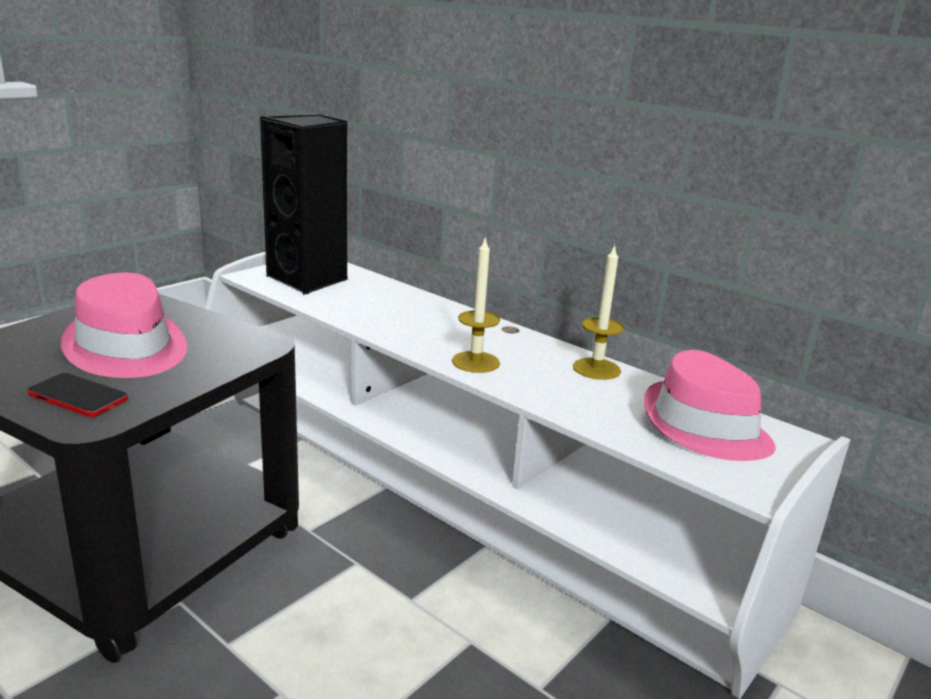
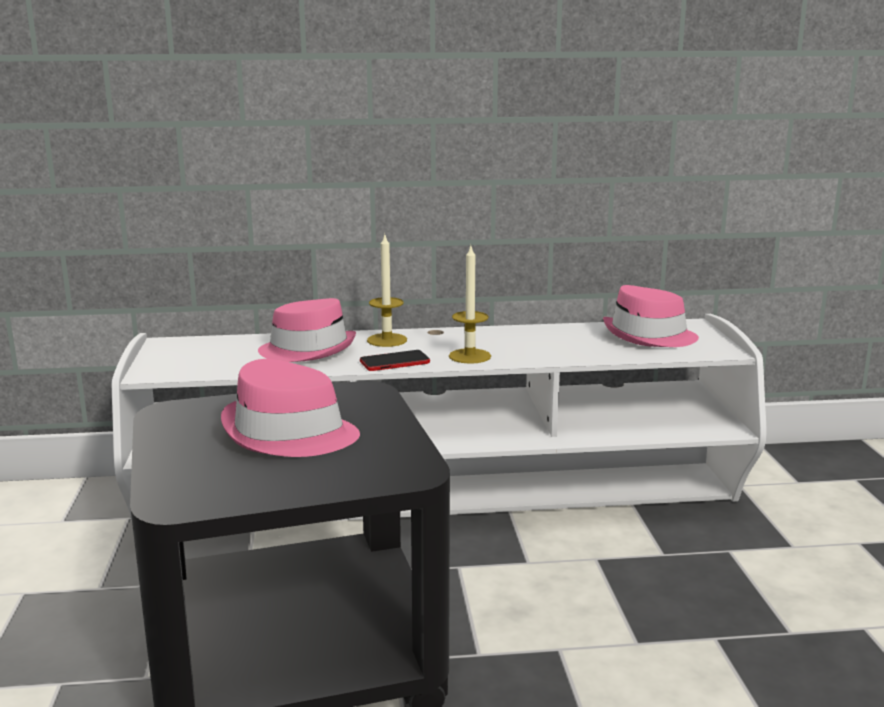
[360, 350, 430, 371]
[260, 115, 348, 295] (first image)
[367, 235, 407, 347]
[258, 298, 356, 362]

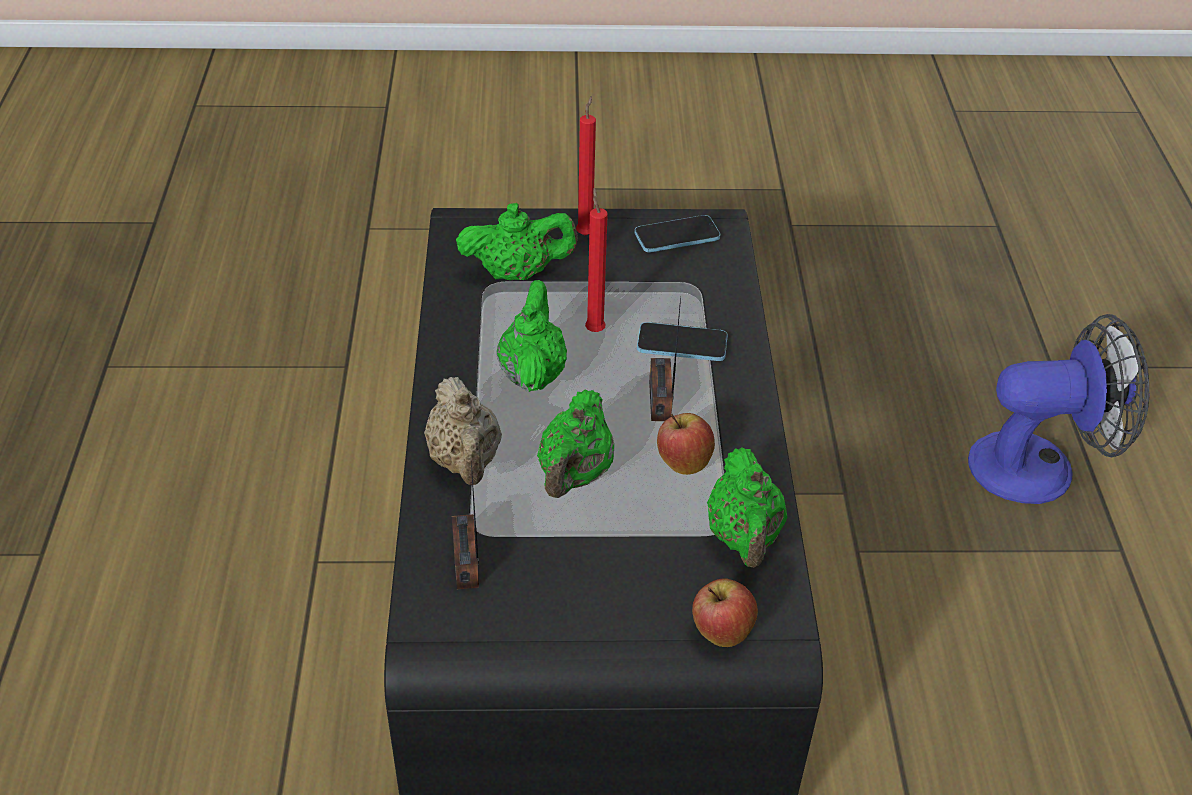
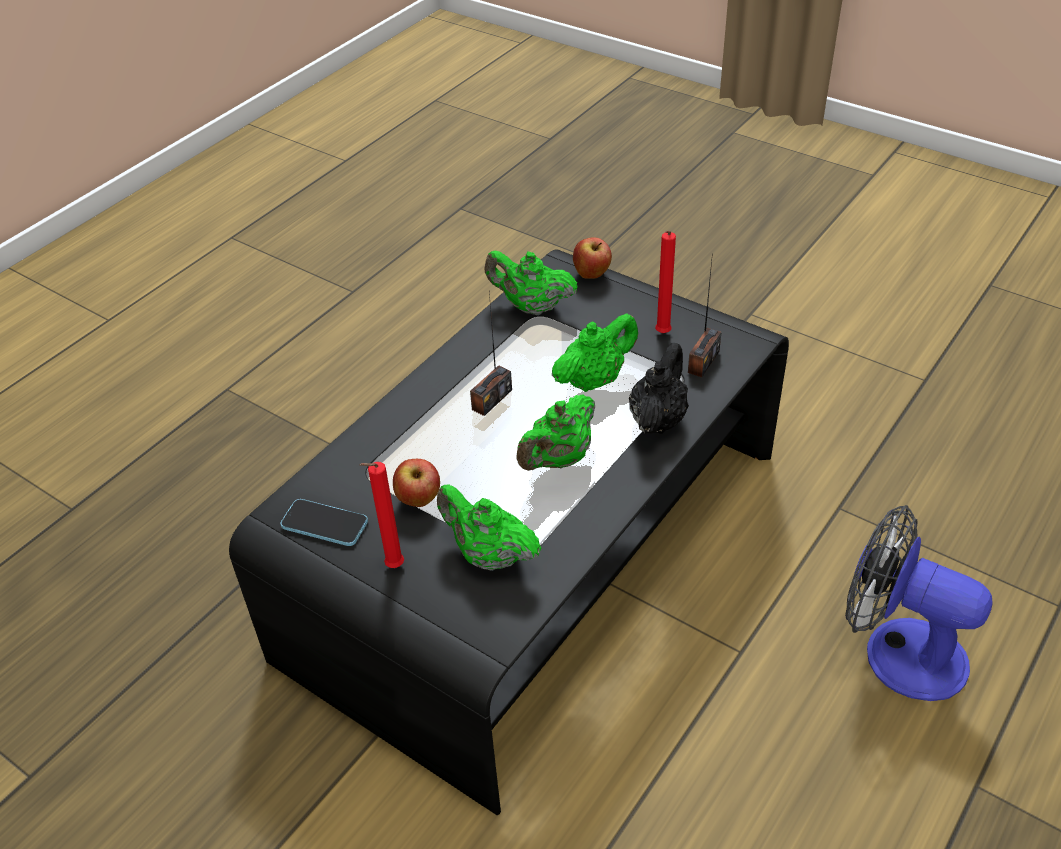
[629, 343, 689, 434]
[655, 231, 676, 333]
[637, 322, 728, 361] (first image)
[393, 459, 440, 507]
[484, 251, 578, 315]
[845, 505, 993, 701]

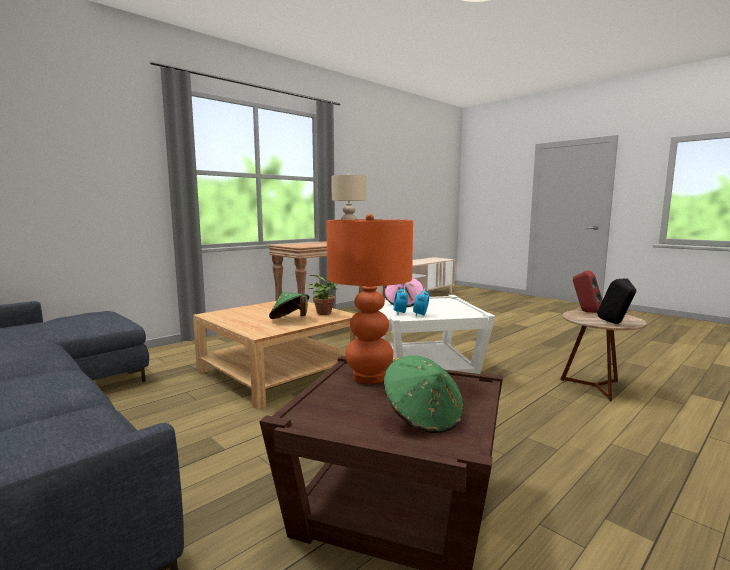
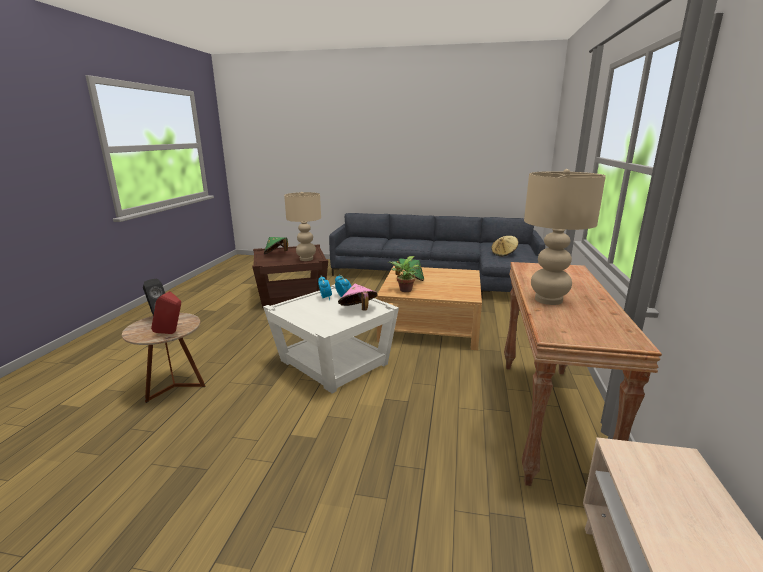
[284, 192, 321, 261]
[491, 236, 519, 256]

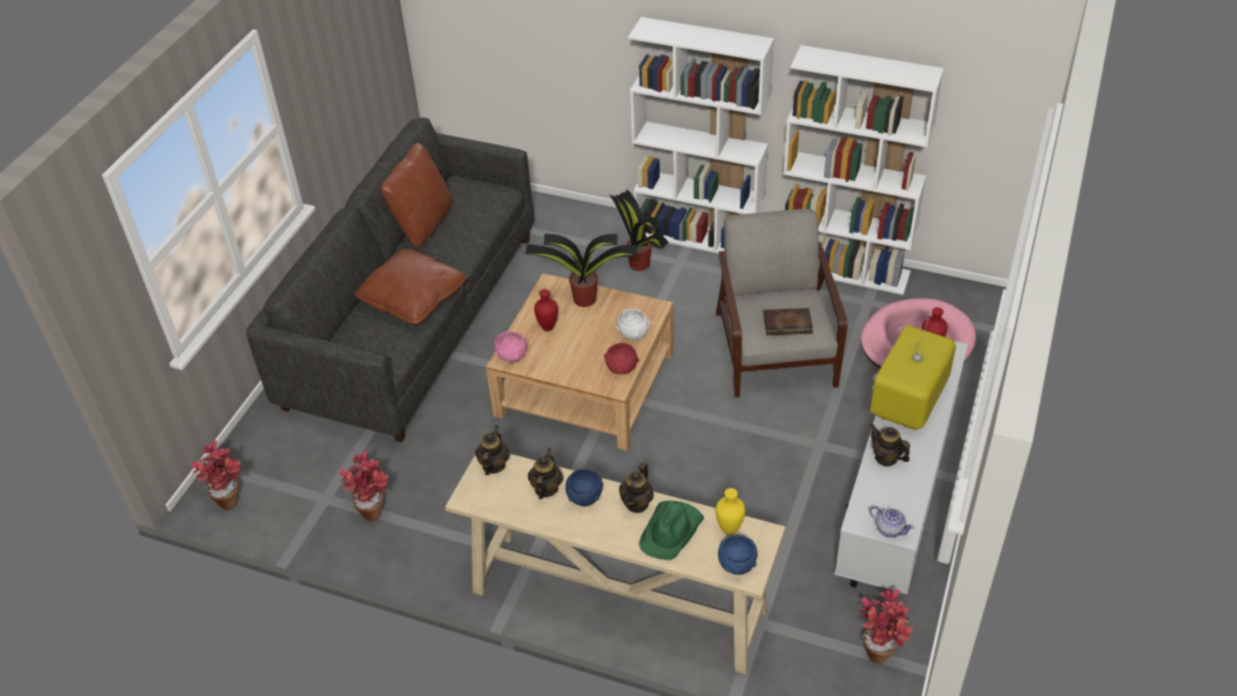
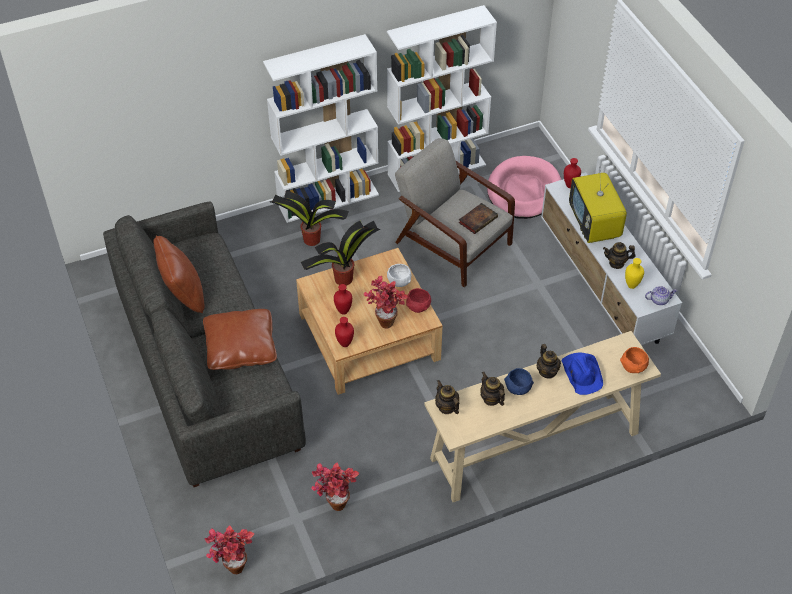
[335, 317, 354, 347]
[562, 353, 603, 395]
[625, 258, 644, 289]
[620, 347, 649, 373]
[364, 276, 408, 329]

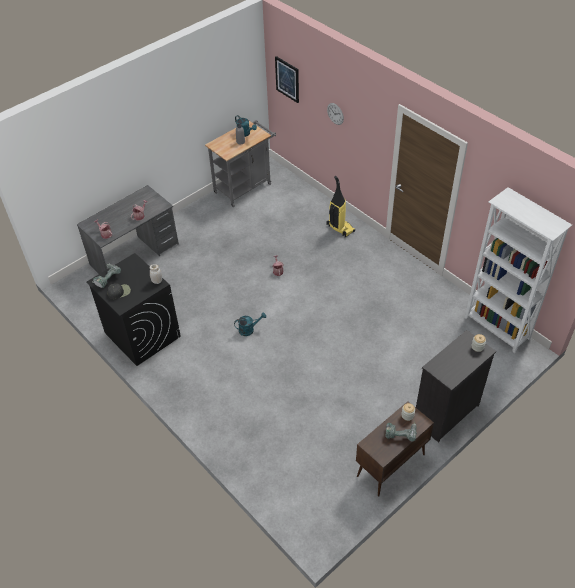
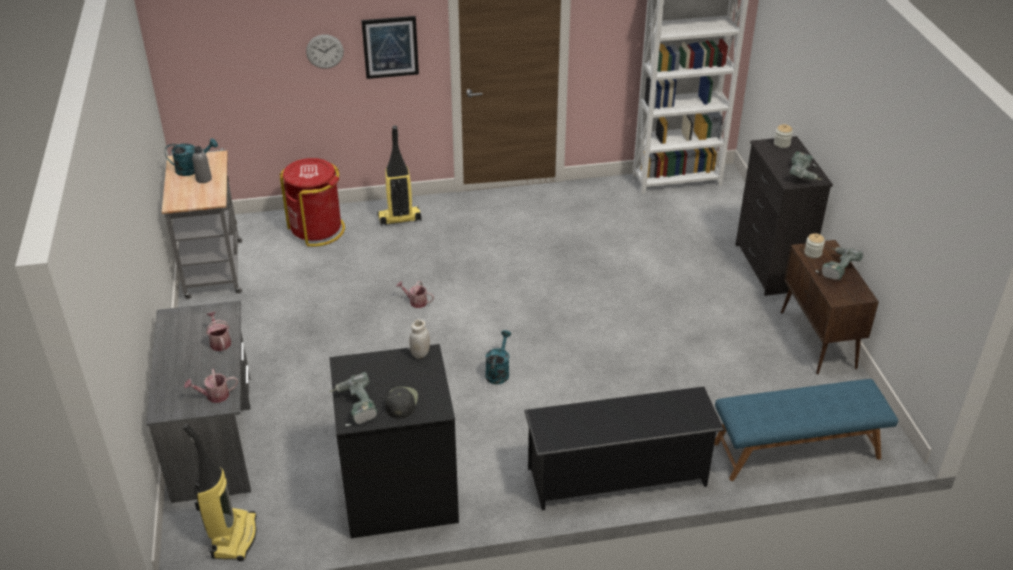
[361, 16, 419, 79]
[183, 423, 257, 561]
[280, 158, 345, 247]
[524, 386, 724, 510]
[714, 379, 898, 481]
[789, 152, 822, 180]

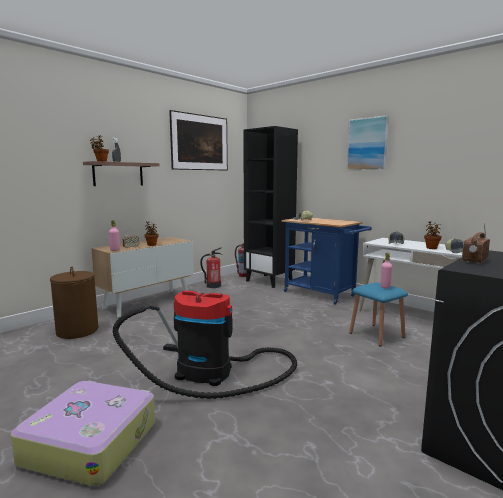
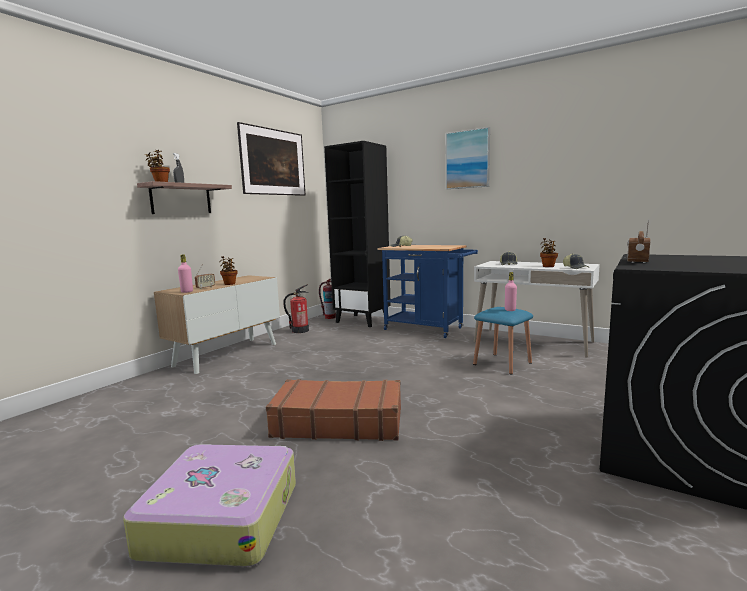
[50, 267, 98, 339] (first image)
[266, 379, 401, 441]

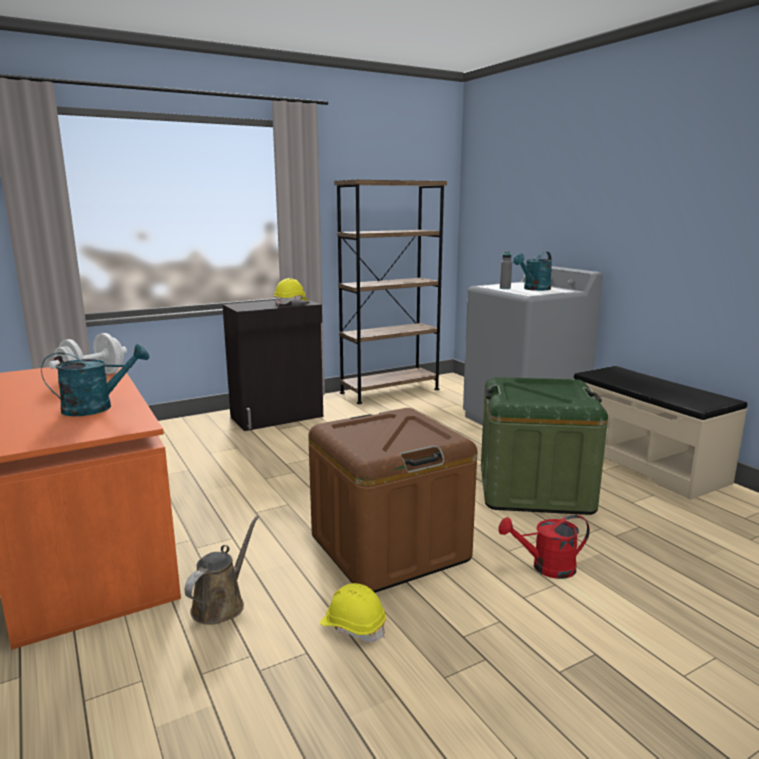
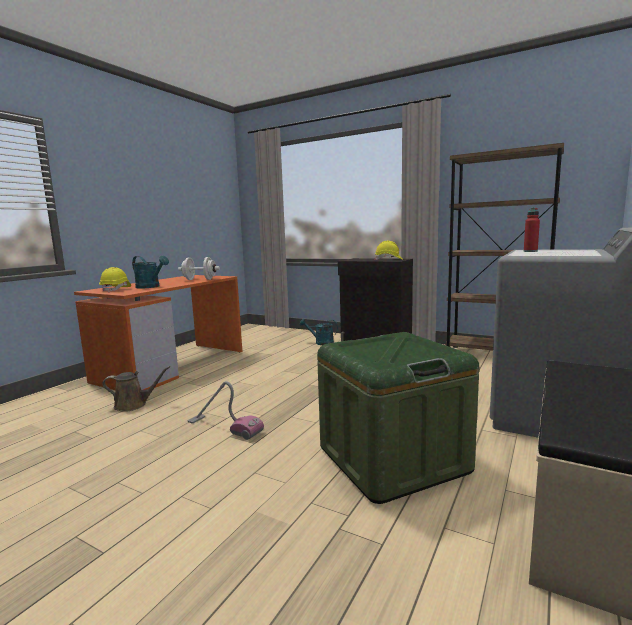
[188, 381, 264, 440]
[99, 267, 131, 292]
[499, 515, 590, 579] (first image)
[524, 208, 540, 252]
[300, 319, 338, 345]

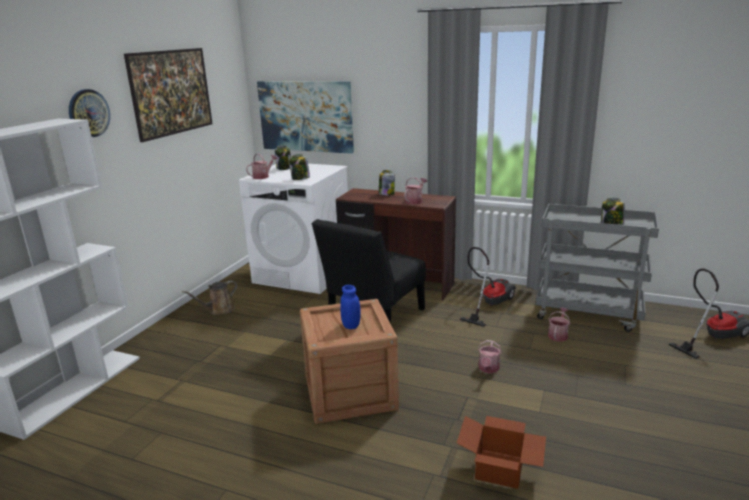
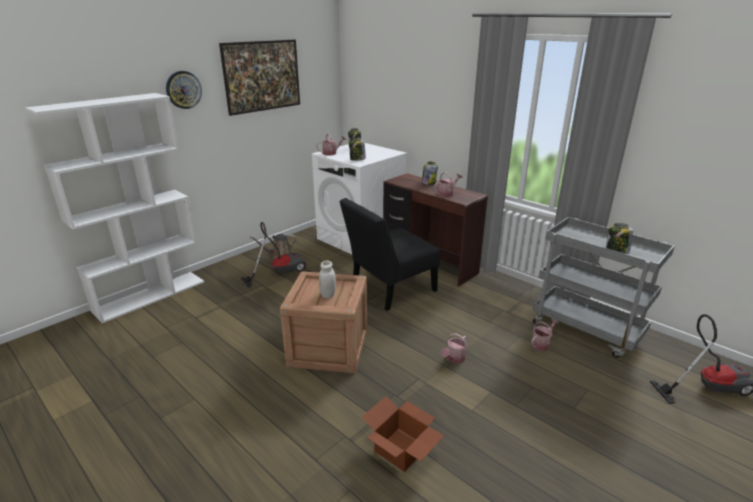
[257, 81, 354, 154] (first image)
[319, 261, 336, 298]
[241, 222, 306, 288]

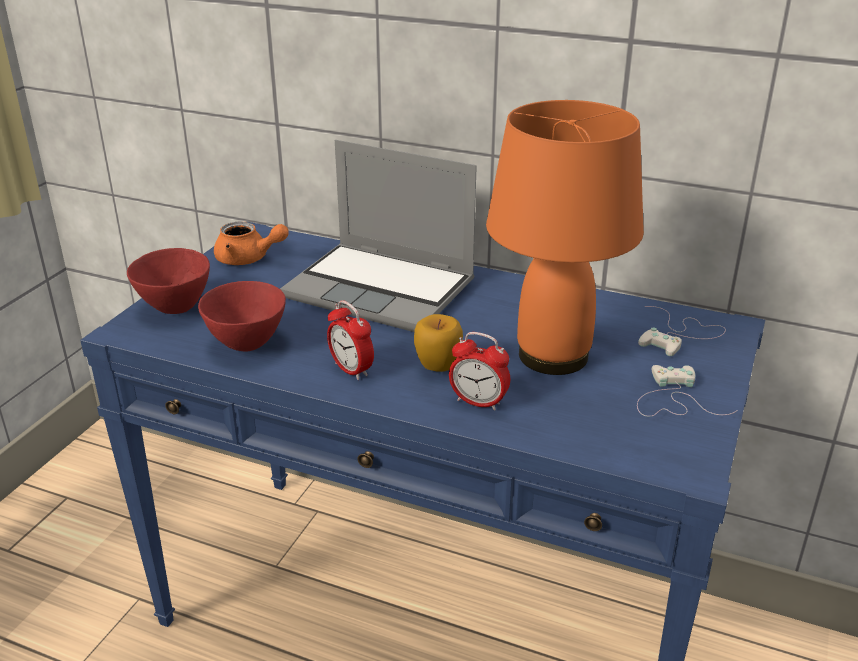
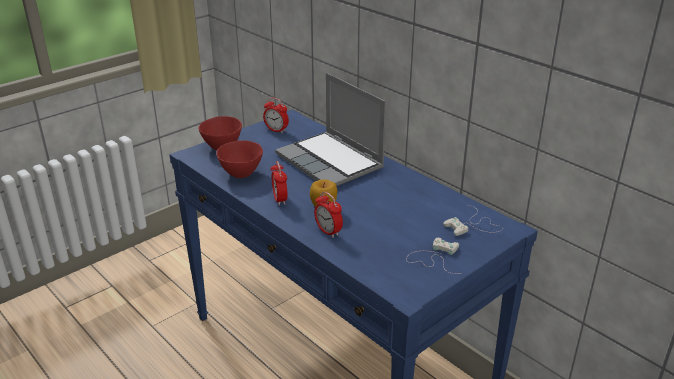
[263, 97, 289, 133]
[486, 100, 644, 375] (first image)

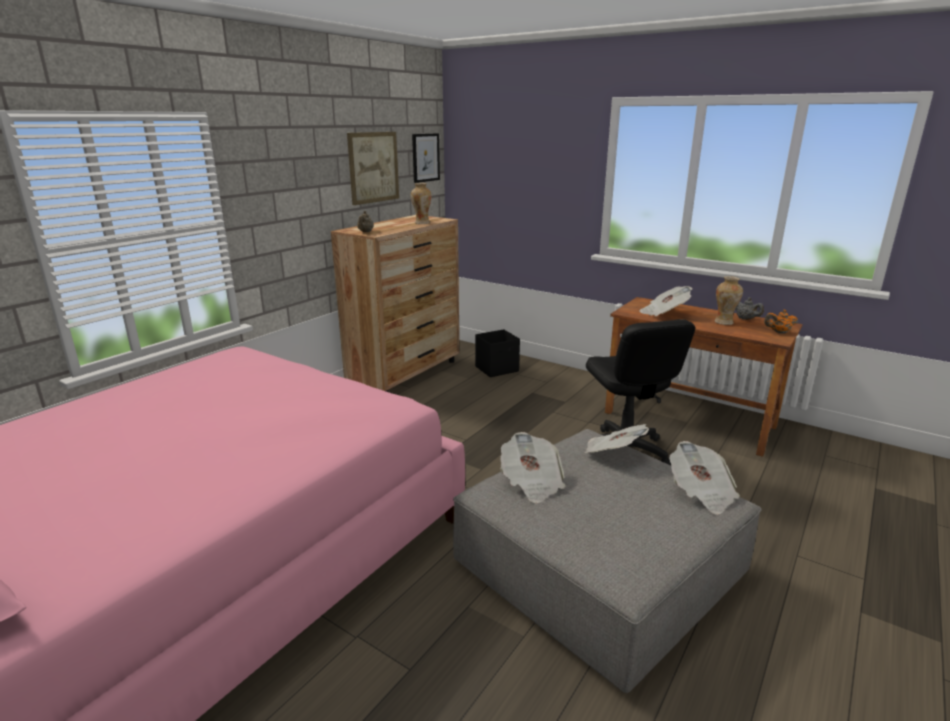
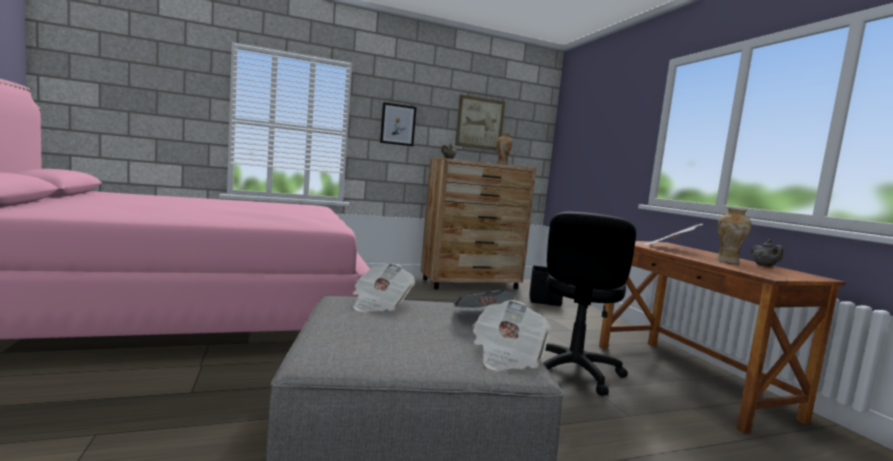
[380, 102, 417, 146]
[764, 310, 798, 334] (first image)

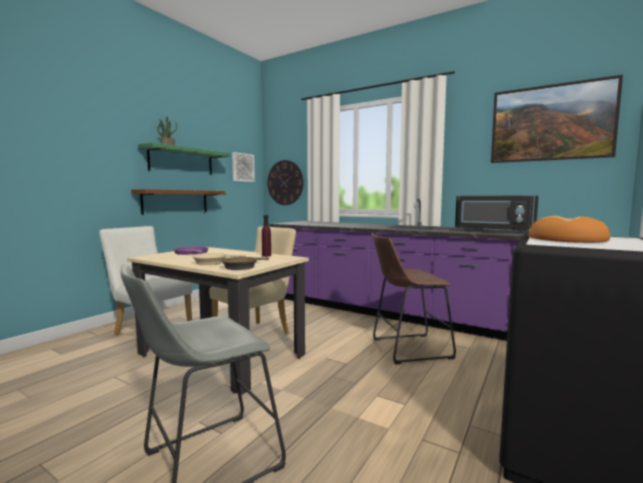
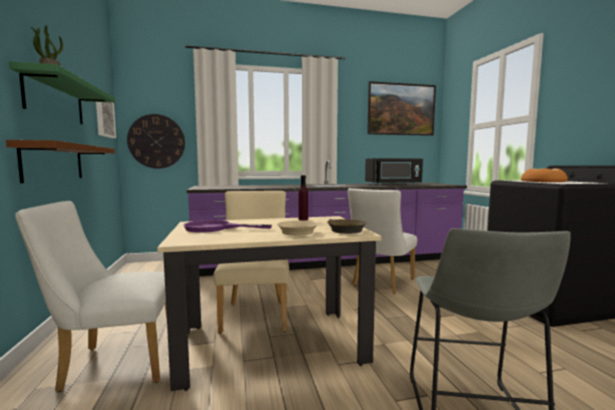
[348, 188, 417, 294]

